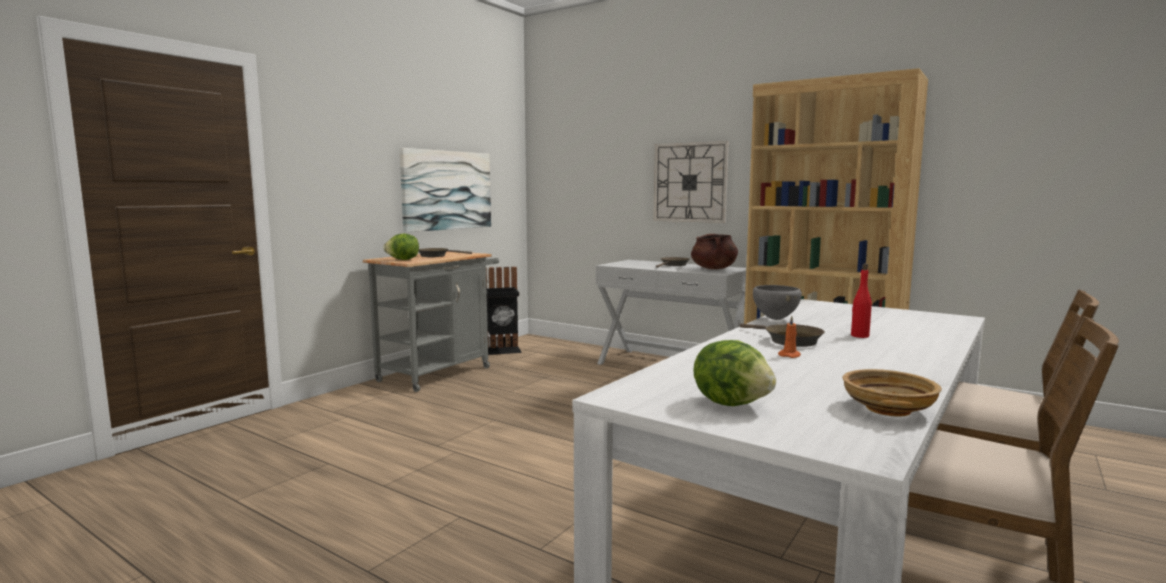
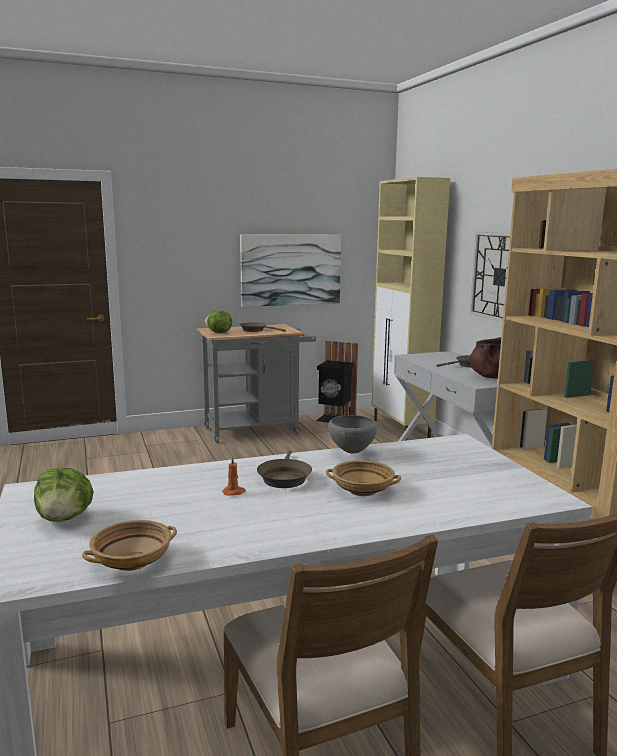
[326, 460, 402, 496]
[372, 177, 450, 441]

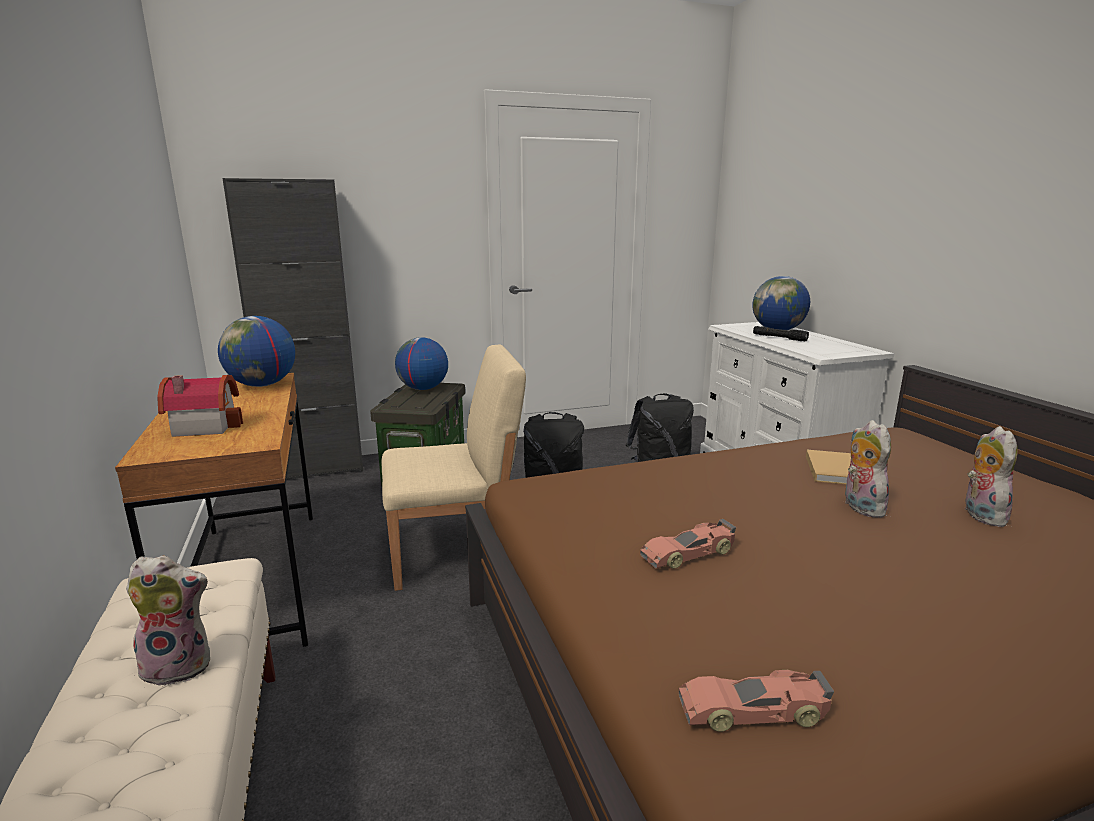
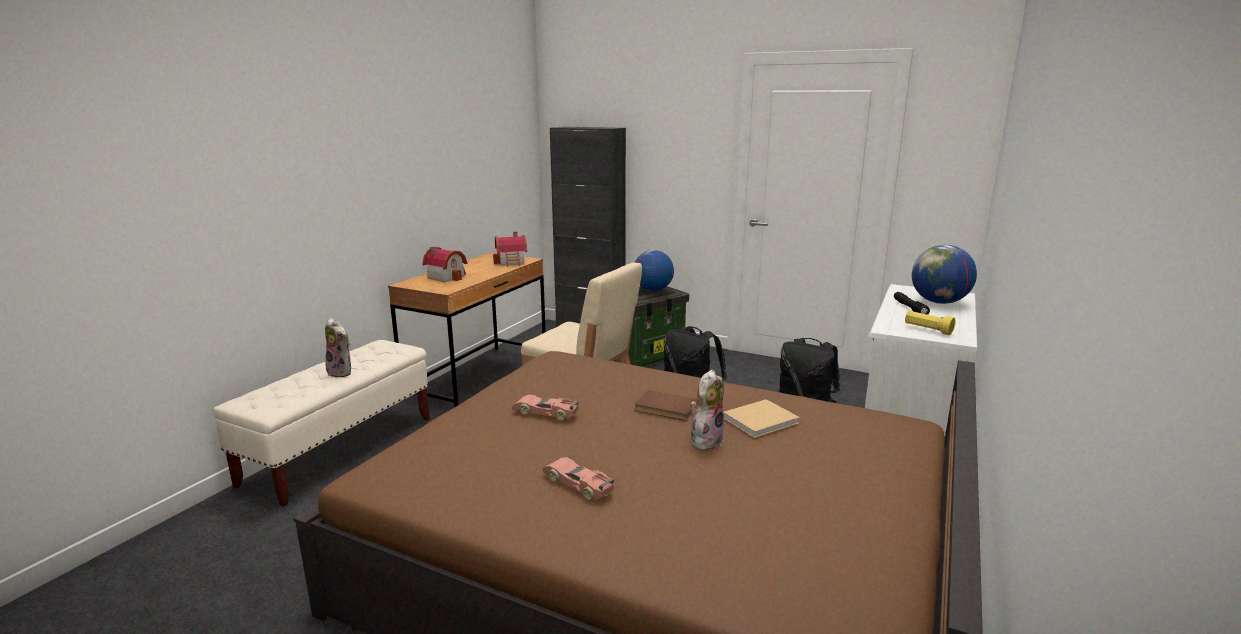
[493, 232, 527, 267]
[543, 457, 614, 500]
[965, 426, 1017, 527] (first image)
[635, 390, 697, 420]
[905, 310, 956, 335]

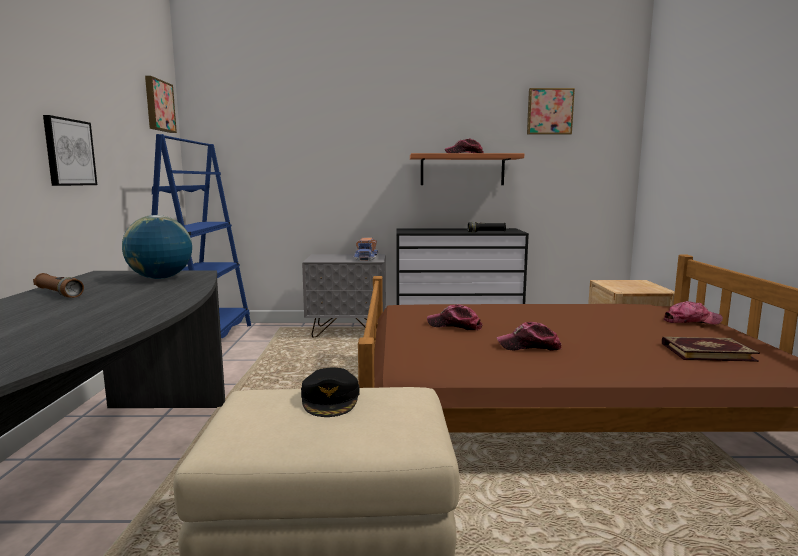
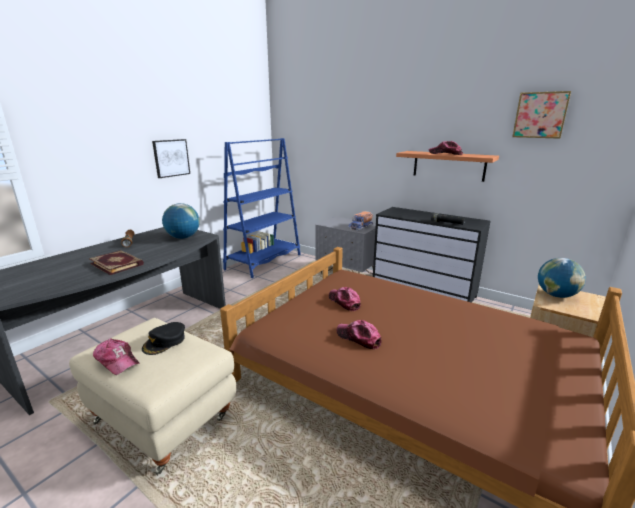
[145, 76, 177, 133] (first image)
[89, 250, 144, 275]
[93, 338, 139, 375]
[538, 258, 586, 298]

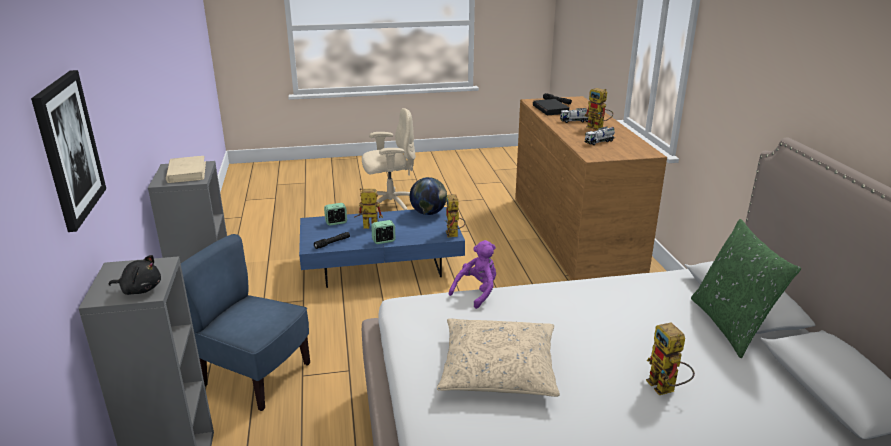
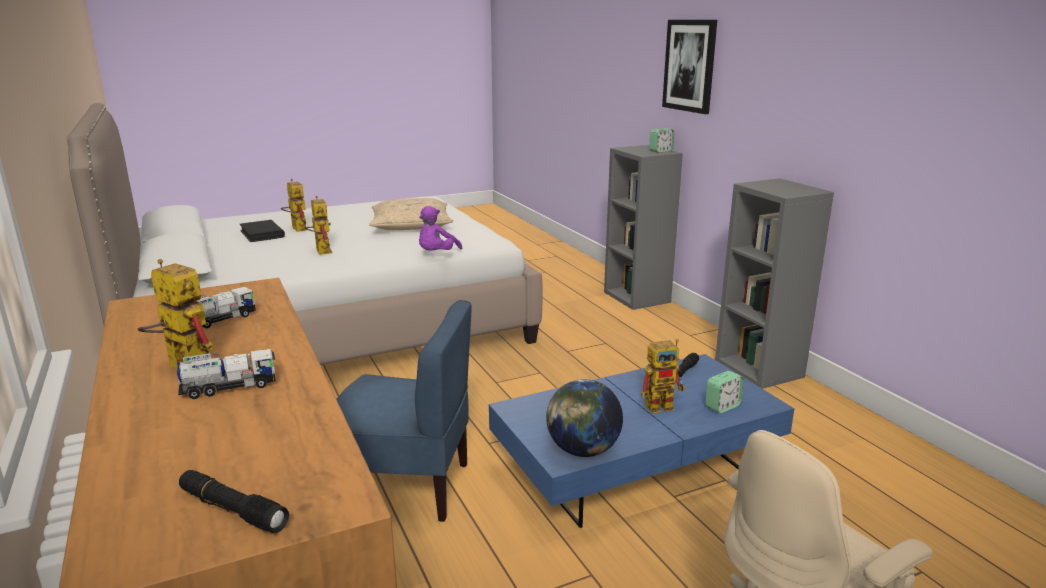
[109, 255, 161, 295] (first image)
[166, 156, 206, 183] (first image)
[336, 300, 472, 522]
[650, 128, 674, 153]
[305, 196, 332, 255]
[240, 220, 285, 242]
[691, 219, 801, 358] (first image)

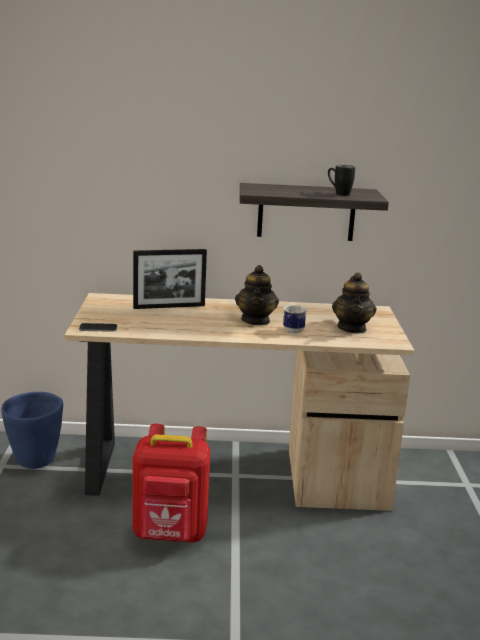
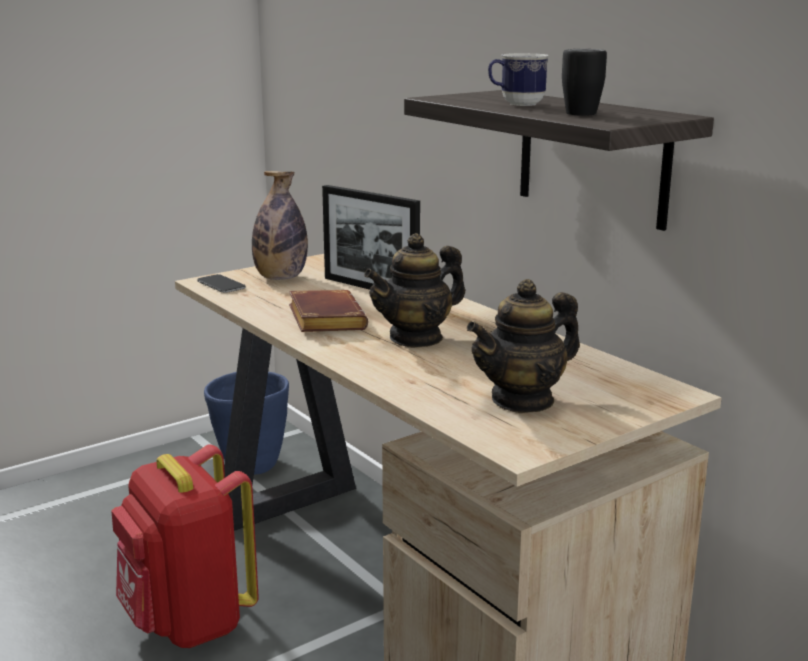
[488, 53, 549, 106]
[252, 171, 308, 280]
[289, 290, 368, 332]

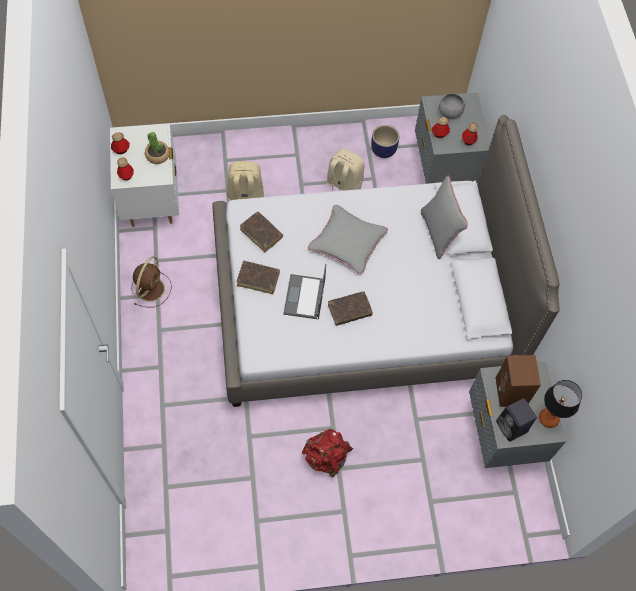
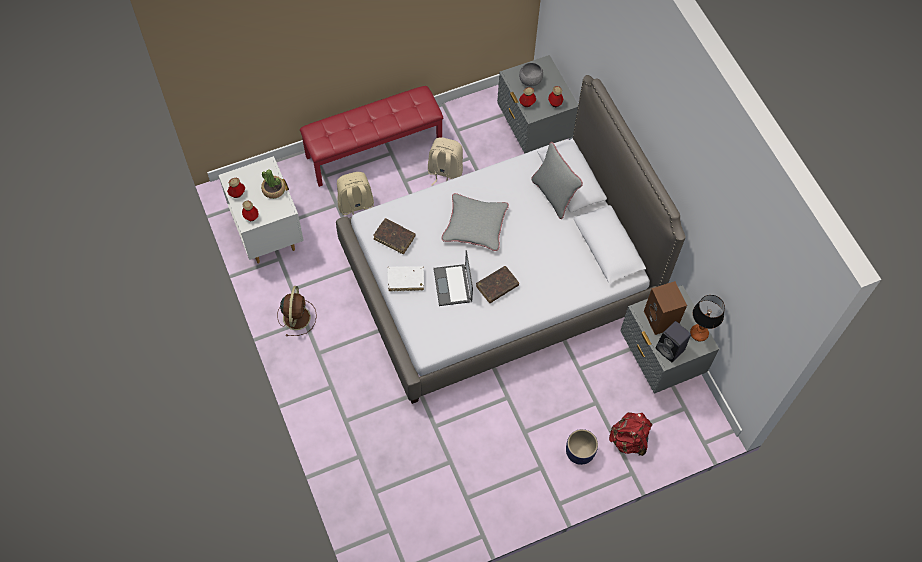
[387, 266, 424, 292]
[609, 412, 653, 456]
[566, 429, 598, 465]
[300, 86, 444, 187]

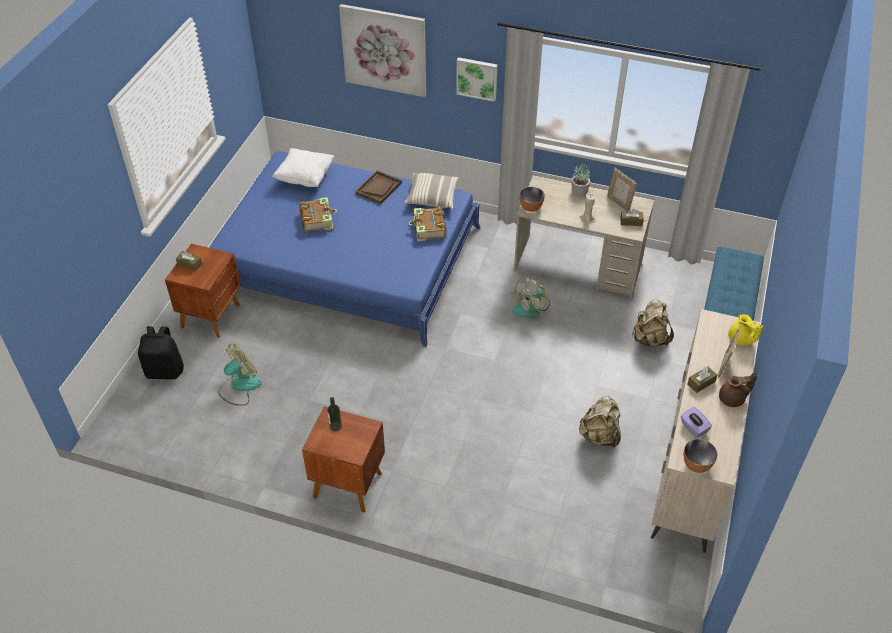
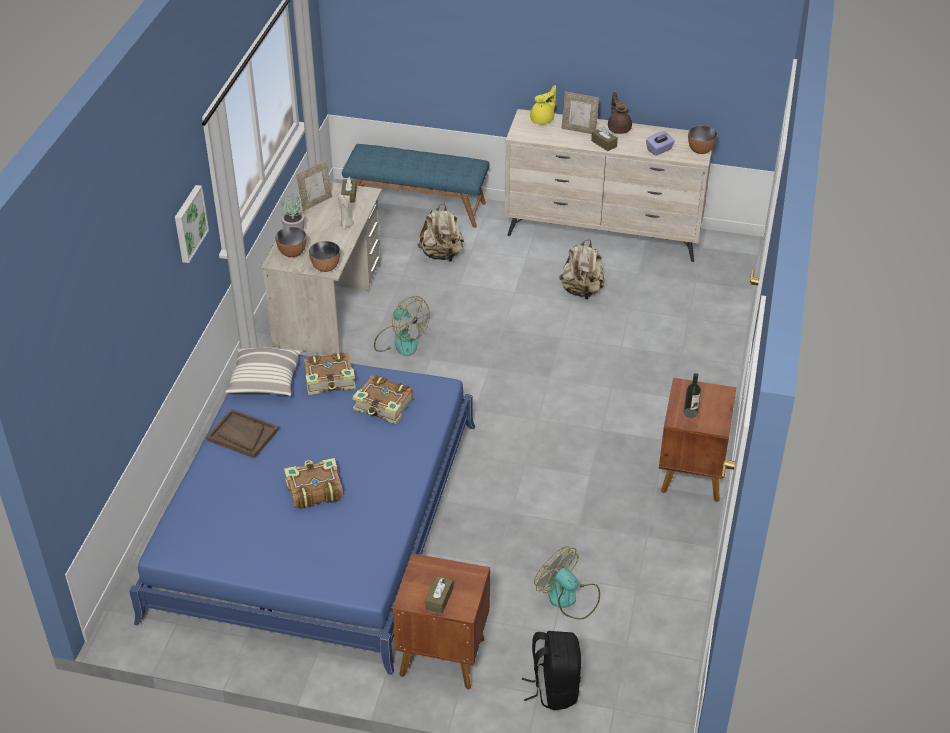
[272, 148, 335, 187] (first image)
[339, 4, 426, 97] (first image)
[275, 227, 306, 257]
[352, 375, 413, 424]

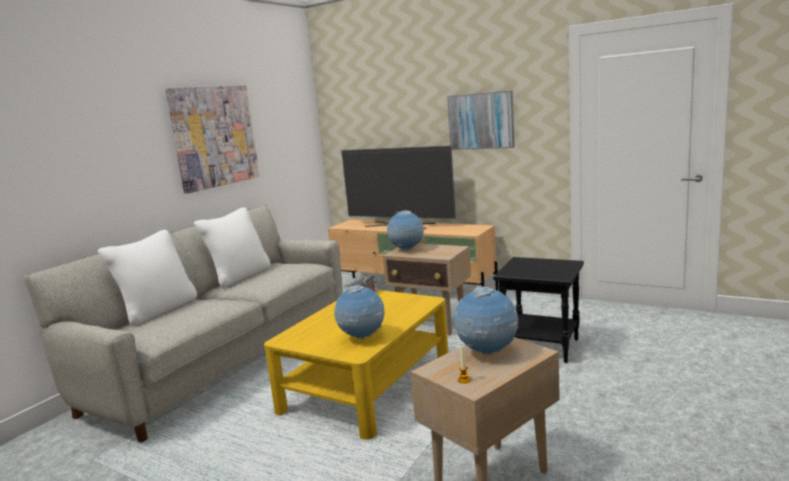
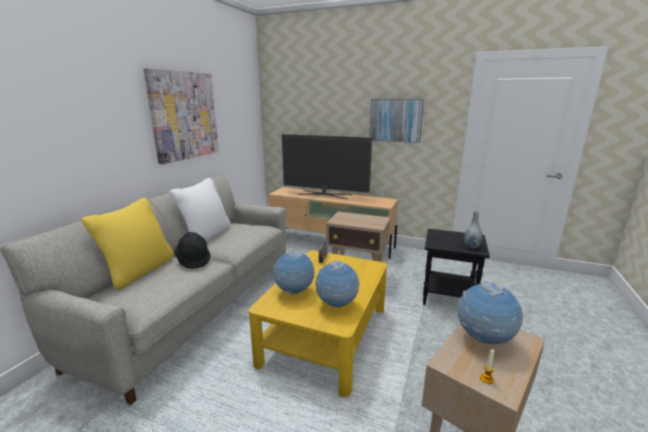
[81, 198, 174, 290]
[273, 250, 315, 295]
[175, 232, 211, 269]
[464, 211, 482, 248]

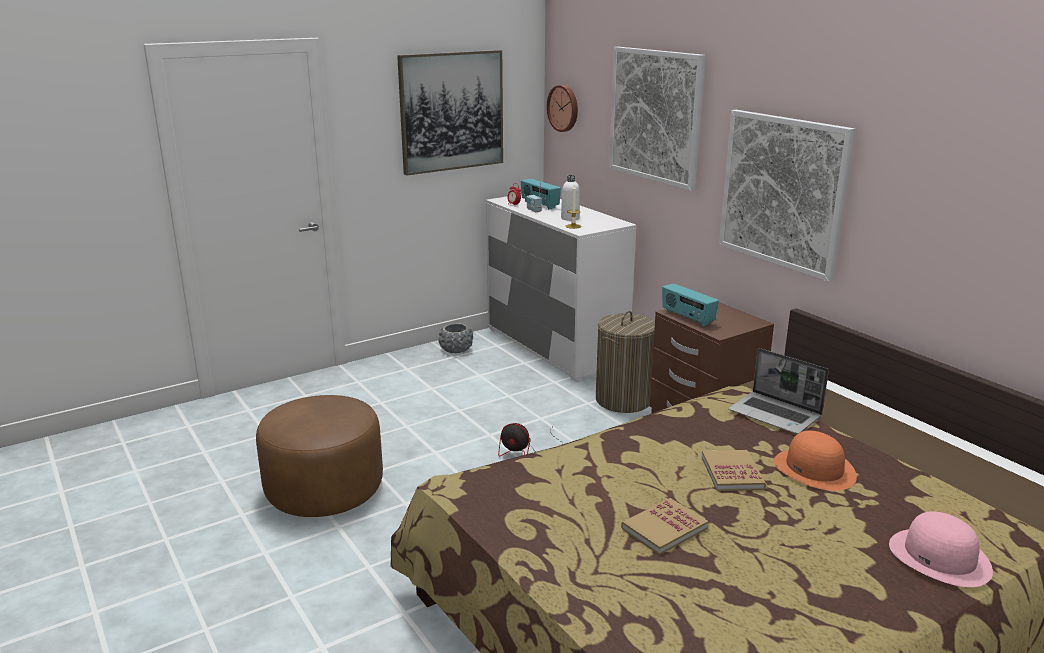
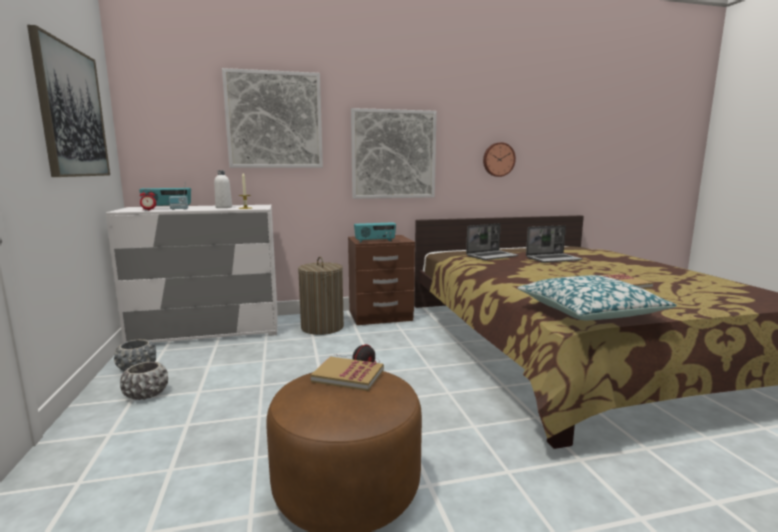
[483, 142, 516, 177]
[311, 357, 384, 391]
[526, 225, 582, 263]
[889, 511, 993, 587] (first image)
[120, 362, 168, 400]
[518, 275, 677, 320]

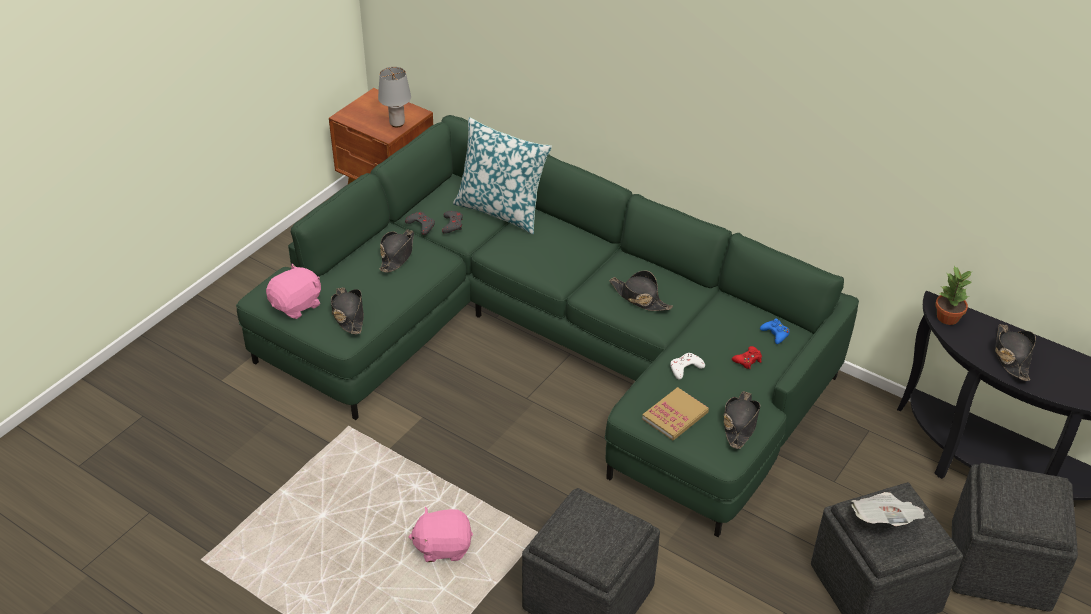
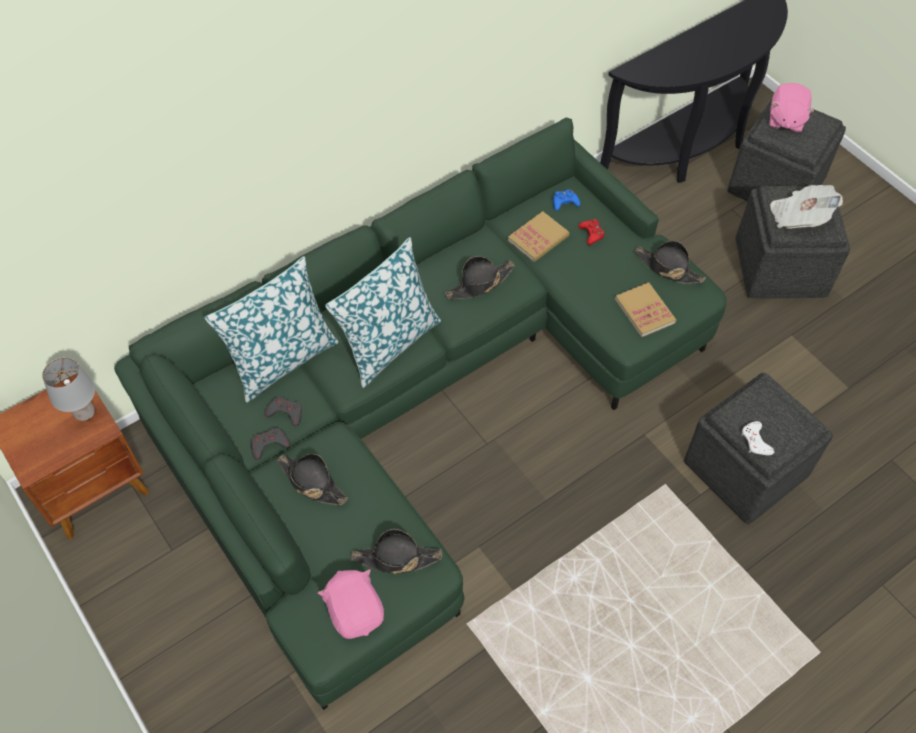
[770, 83, 814, 132]
[742, 421, 774, 456]
[935, 266, 972, 325] (first image)
[995, 324, 1036, 381] (first image)
[325, 237, 441, 388]
[508, 211, 569, 262]

